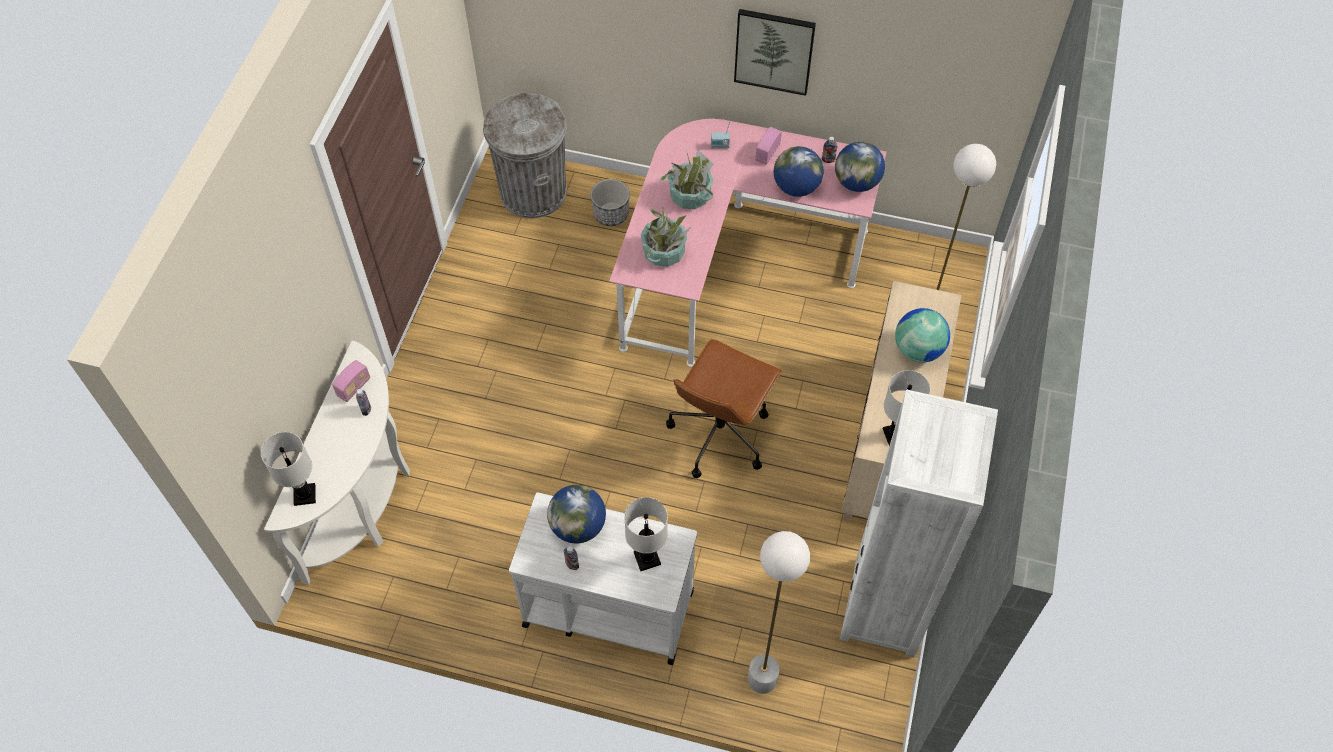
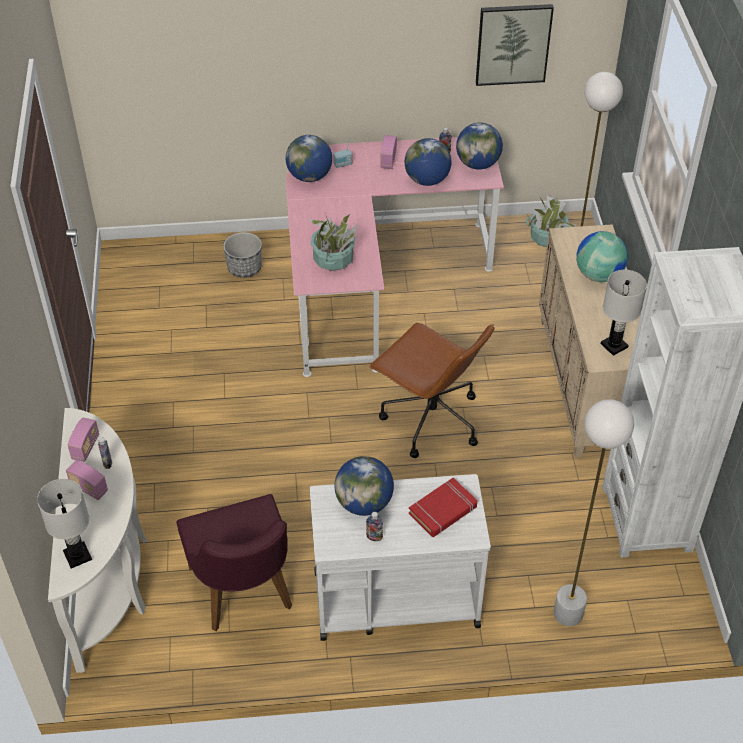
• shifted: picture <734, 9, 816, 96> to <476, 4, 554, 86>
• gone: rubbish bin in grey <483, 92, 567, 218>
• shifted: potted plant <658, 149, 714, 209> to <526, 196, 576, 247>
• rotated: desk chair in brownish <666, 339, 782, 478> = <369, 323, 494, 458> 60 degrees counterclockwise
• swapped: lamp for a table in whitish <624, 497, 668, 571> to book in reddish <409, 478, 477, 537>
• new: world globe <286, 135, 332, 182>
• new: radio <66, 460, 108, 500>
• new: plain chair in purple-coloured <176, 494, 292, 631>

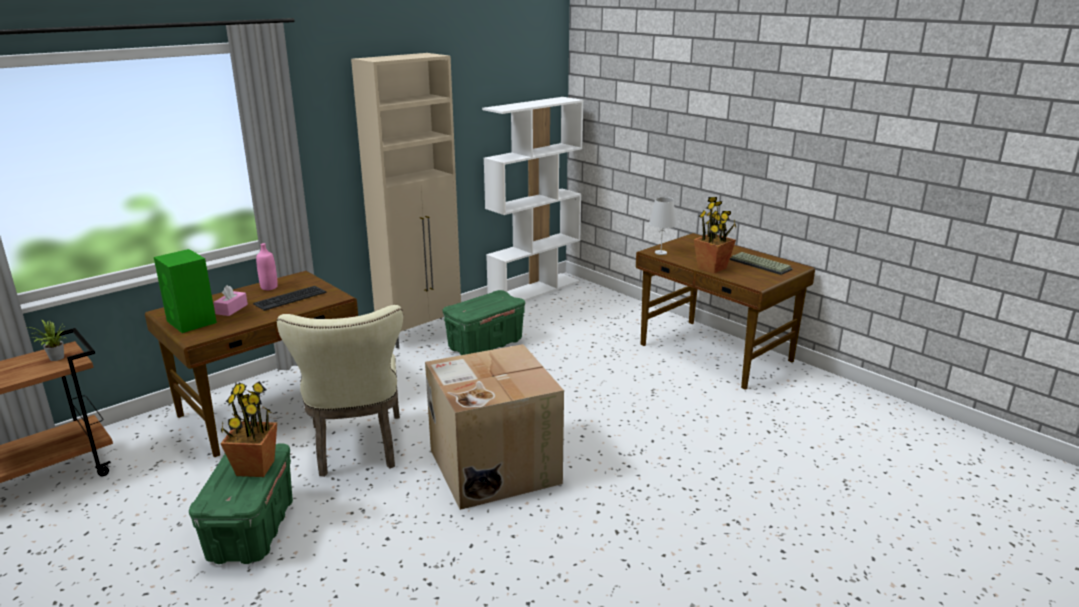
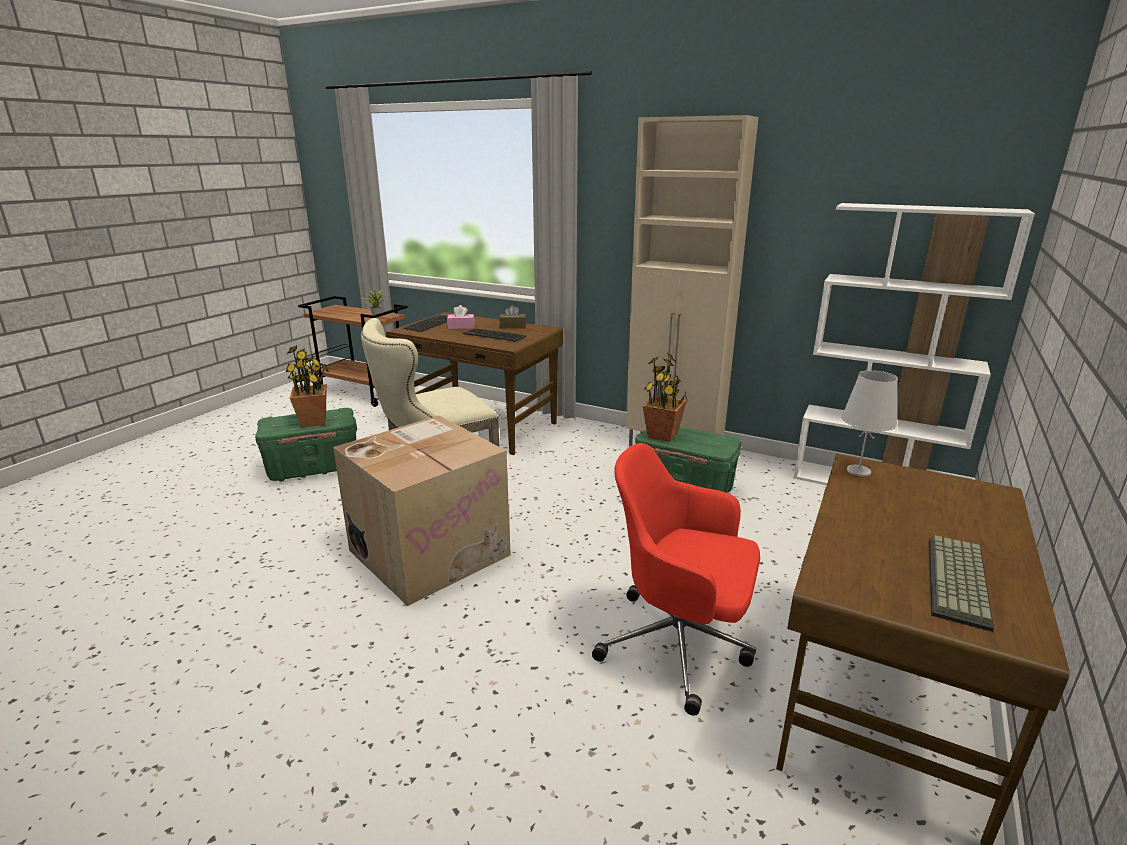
• shifted: potted plant <694, 197, 736, 273> to <643, 353, 688, 442>
• swapped: bottle in pink-coloured <256, 243, 278, 290> to tissue holder in brownish <499, 305, 526, 328>
• swapped: loudspeaker in green <154, 249, 217, 333> to keyboard <404, 315, 448, 332>
• new: desk chair in reddish <592, 443, 760, 716>

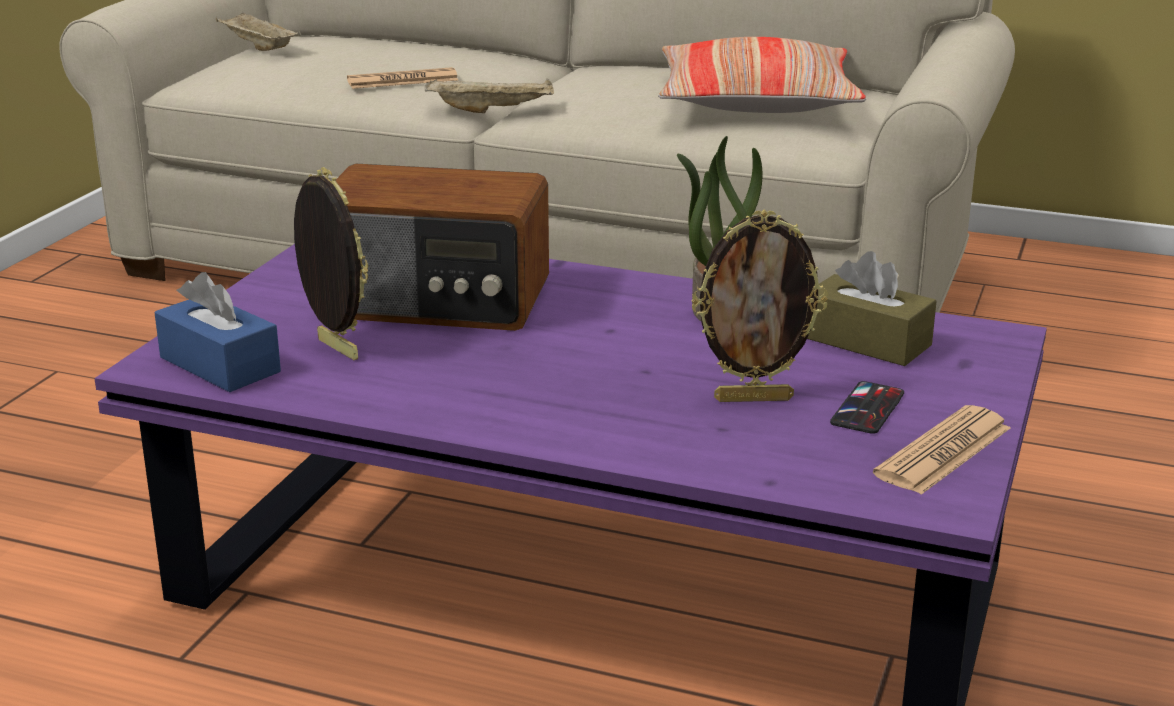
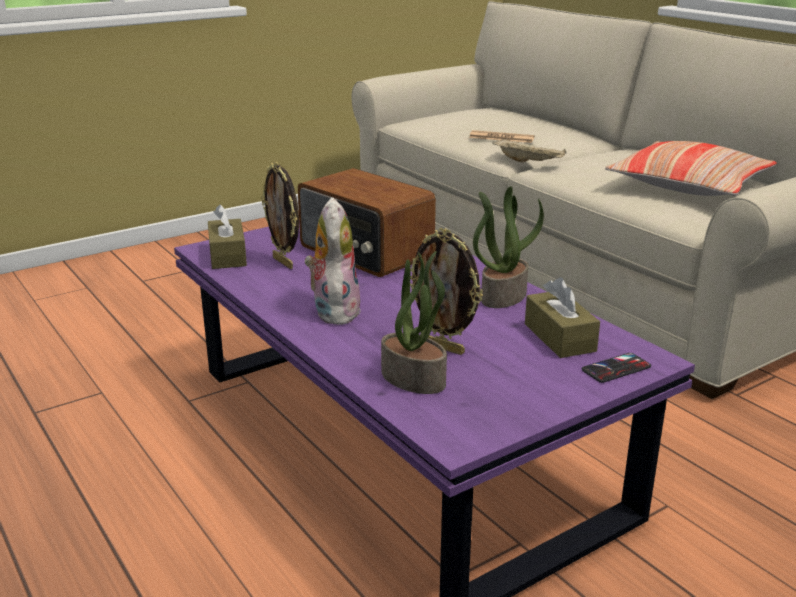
• gone: tray in sand-coloured <216, 13, 301, 51>
• rotated: standing frame <294, 167, 368, 360> = <261, 161, 299, 269> 150 degrees clockwise
• repainted: tissue holder in blue <155, 272, 281, 392> to tissue holder in brownish <208, 205, 247, 269>
• shifted: handset <830, 381, 904, 434> to <582, 353, 651, 383>
• gone: printed paper <873, 405, 1010, 495>
• new: cuddly toy <305, 197, 361, 325>
• new: potted plant <381, 251, 447, 394>

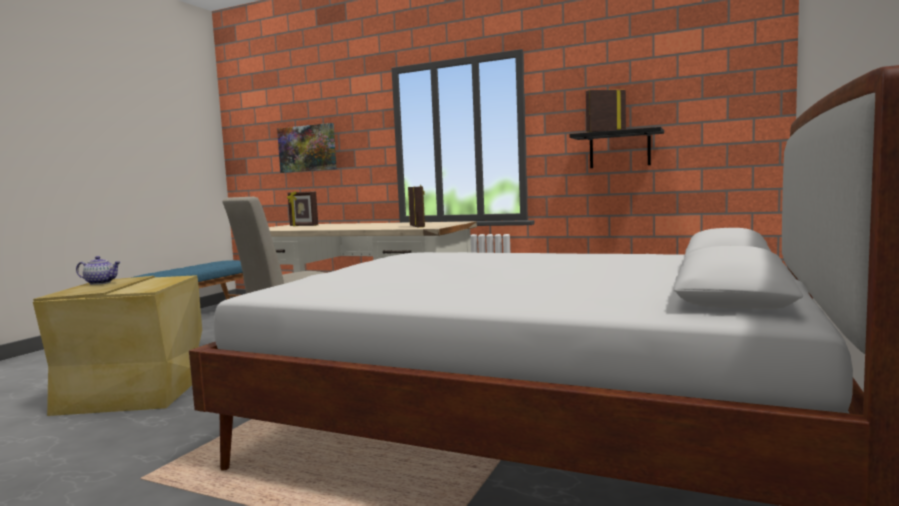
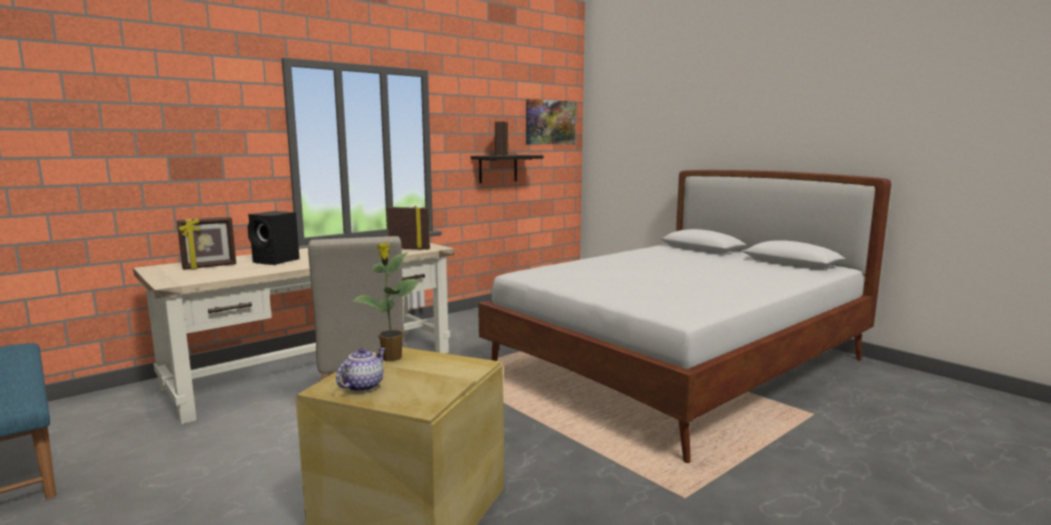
• shifted: picture <277, 123, 337, 173> to <526, 99, 576, 144>
• new: loudspeaker in black-coloured <247, 211, 300, 265>
• new: potted plant <352, 243, 421, 361>

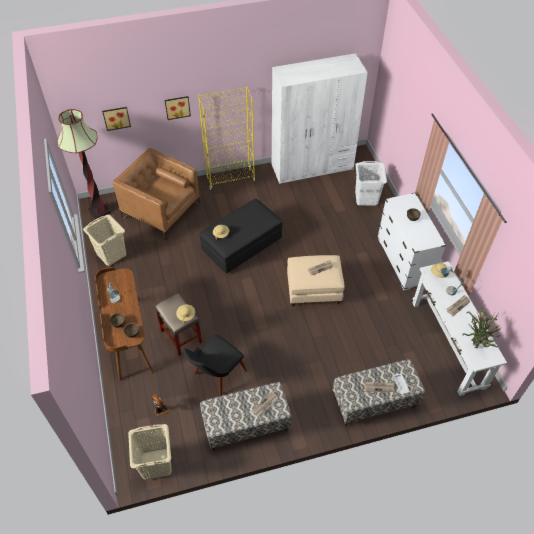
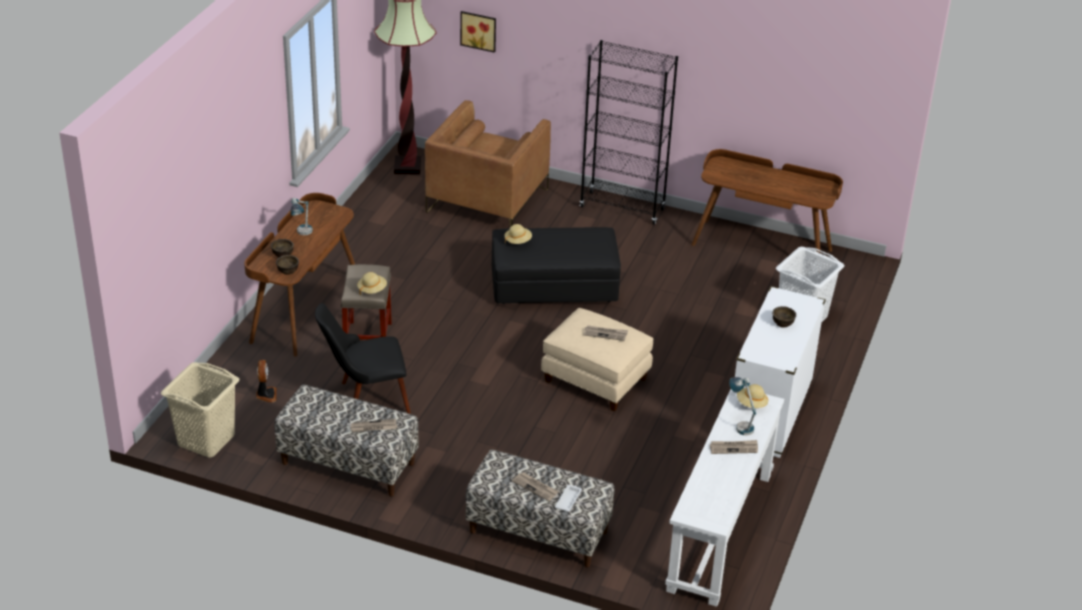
• swapped: armoire in whitish <272, 53, 368, 184> to desk unit in brownish <691, 149, 843, 274>
• repainted: bookshelf in yellow <198, 87, 255, 190> to bookshelf in black-coloured <580, 40, 678, 225>
• gone: picture <165, 96, 191, 120>
• rotated: armchair in brownish <113, 148, 200, 240> = <425, 100, 551, 227> 135 degrees counterclockwise
• gone: washing basket in sand-coloured <83, 214, 126, 266>
• gone: potted plant <462, 307, 503, 348>

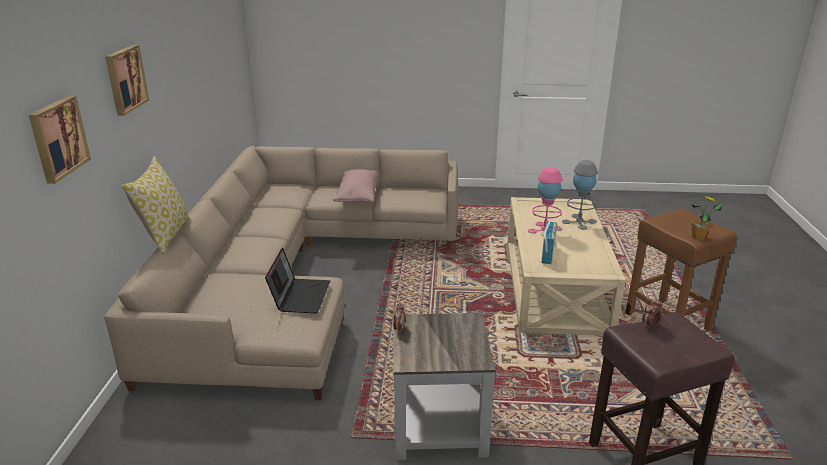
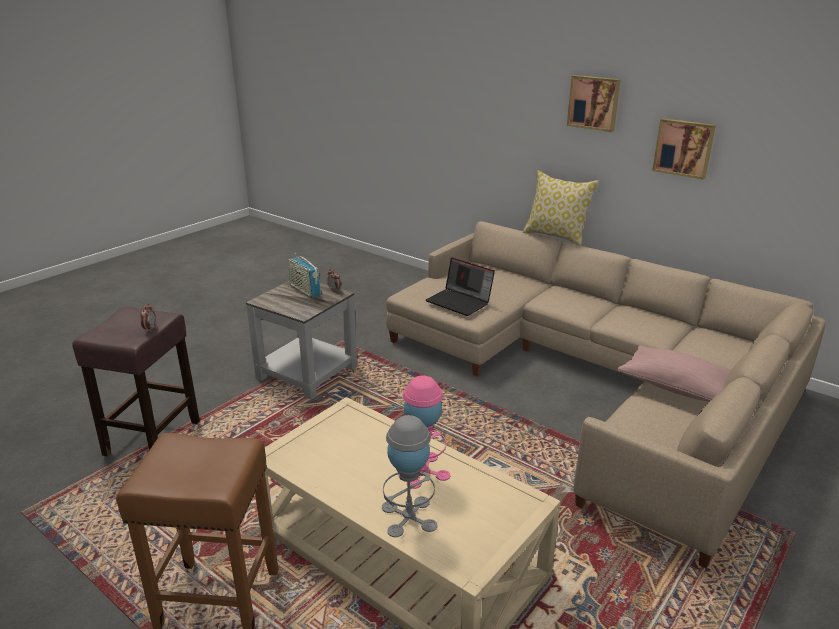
• shifted: picture <29, 96, 91, 184> to <652, 118, 716, 180>
• gone: potted plant <690, 195, 722, 240>
• shifted: radio <541, 221, 557, 264> to <288, 253, 321, 298>

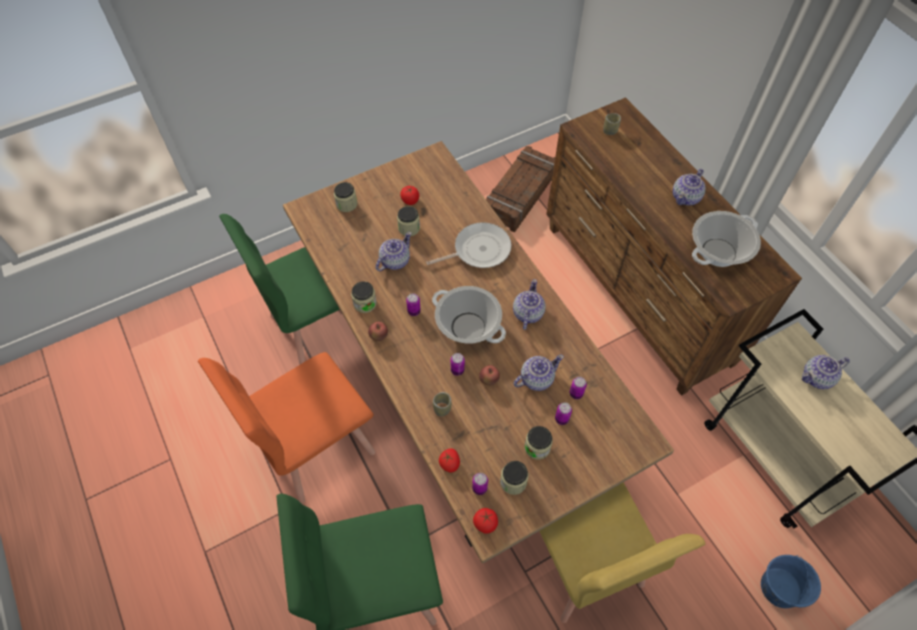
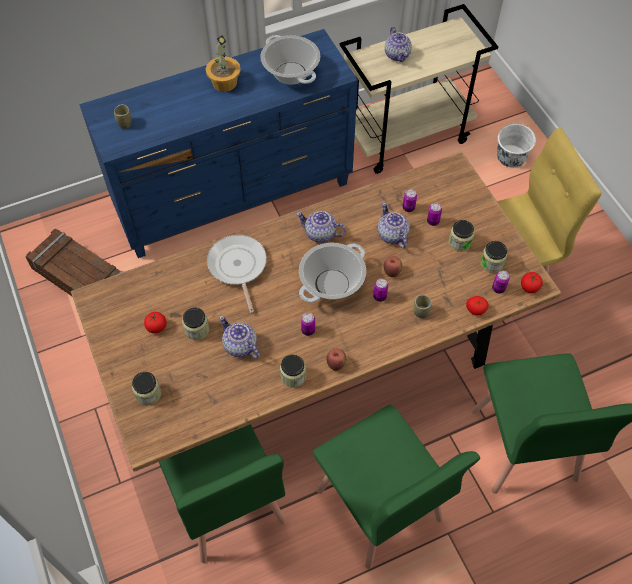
• repainted: chest of drawers in brownish <546, 97, 802, 396> to chest of drawers in blue <79, 29, 358, 258>
• swapped: pot for tea <673, 169, 706, 206> to potted plant <206, 35, 241, 92>
• repainted: plain chair in orangey <198, 352, 375, 504> to plain chair in green <313, 405, 480, 569>
• repainted: pail in blue <761, 555, 821, 608> to pail in whitish <497, 122, 536, 168>

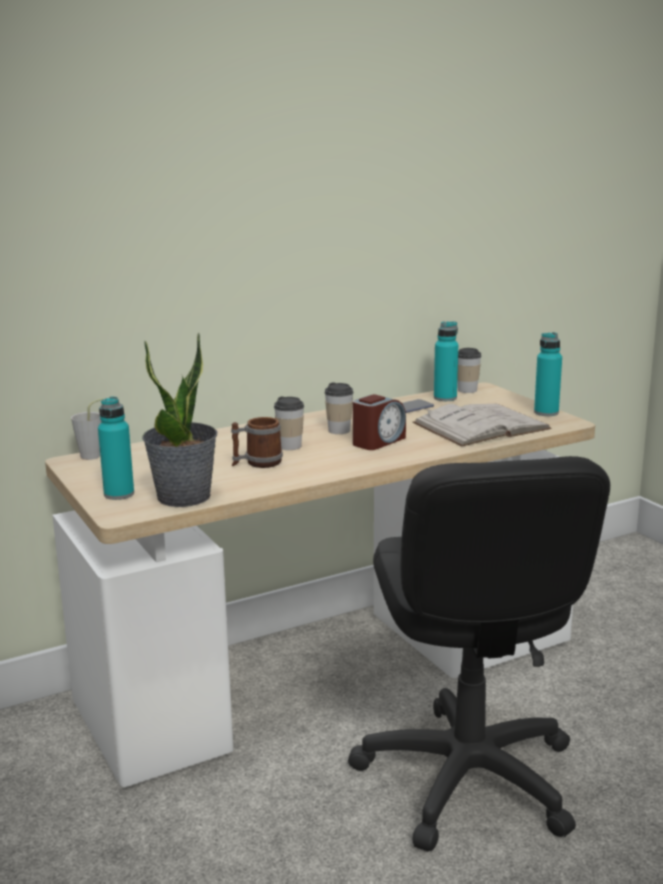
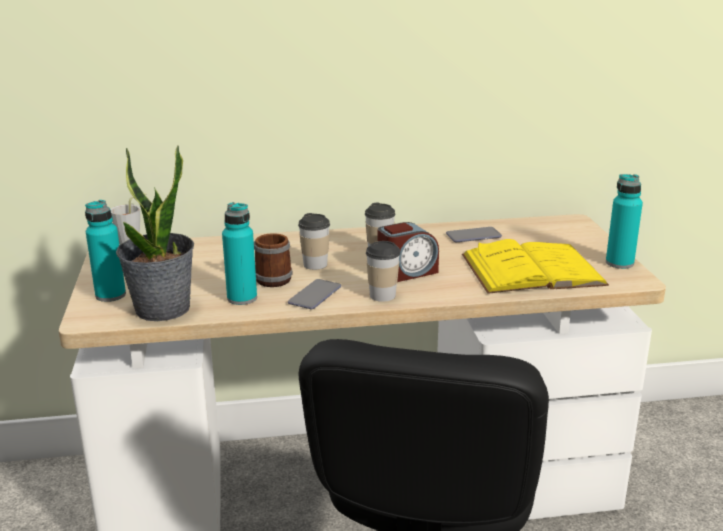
• shifted: bottle in turquoise-coloured <434, 321, 458, 401> to <222, 202, 257, 305>
• shifted: small cup <457, 348, 482, 393> to <366, 241, 400, 302>
• repainted: book in whitish <413, 404, 552, 447> to book in yellow <462, 239, 609, 294>
• new: handset <288, 279, 341, 309>

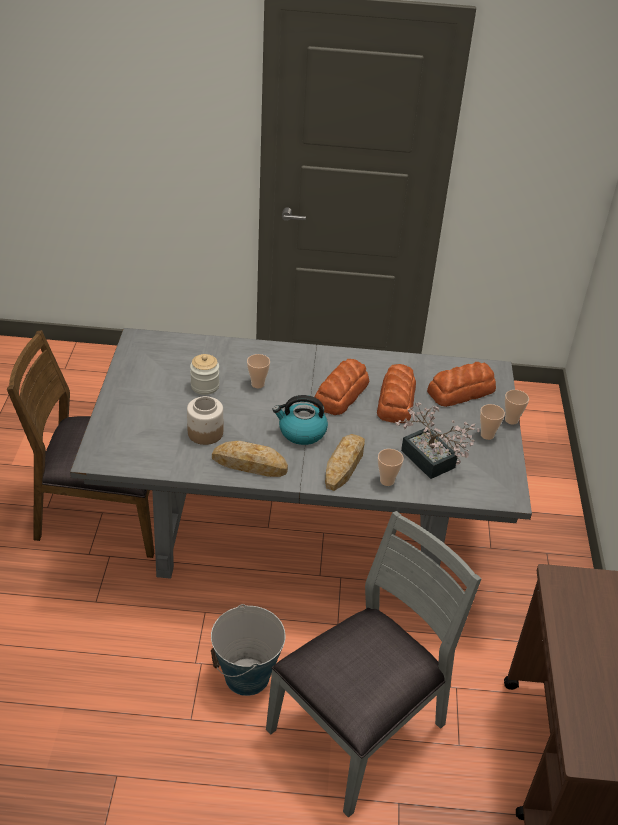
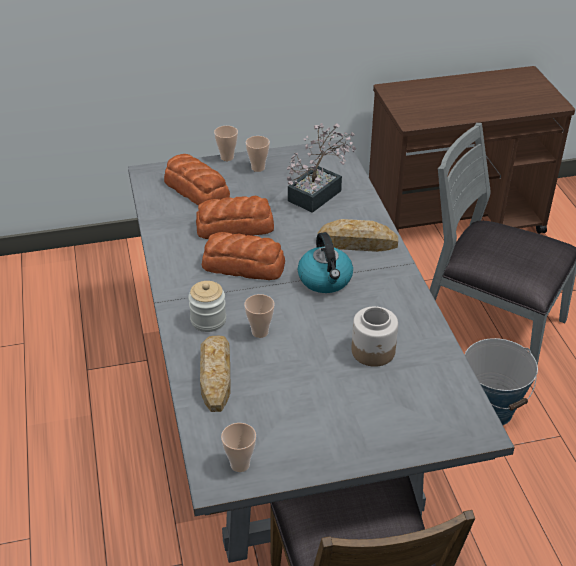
• shifted: jar <190, 354, 219, 395> to <188, 281, 226, 332>
• shifted: bread <212, 441, 288, 477> to <200, 336, 231, 412>
• shifted: small cup <378, 449, 404, 486> to <221, 423, 256, 472>

